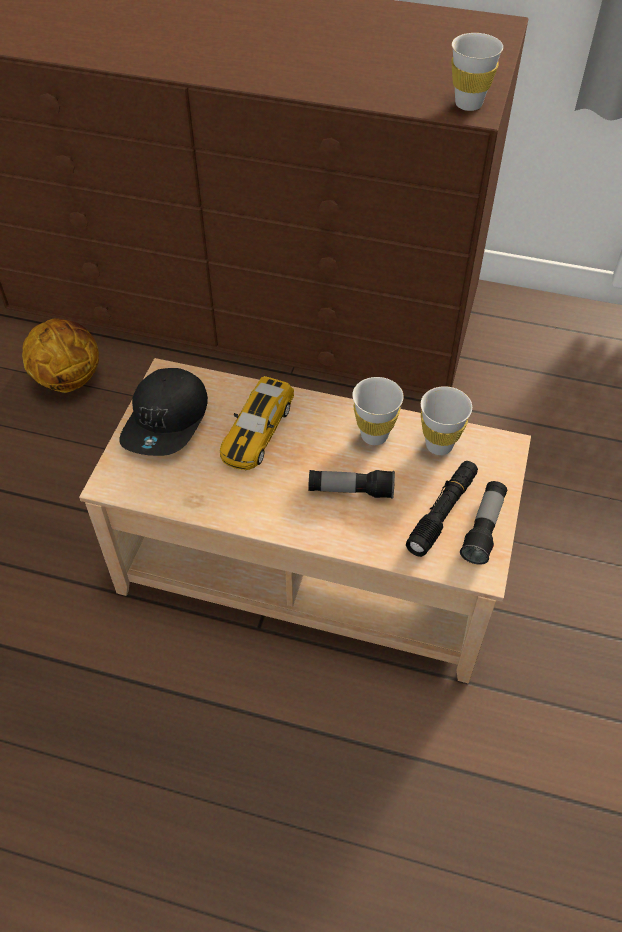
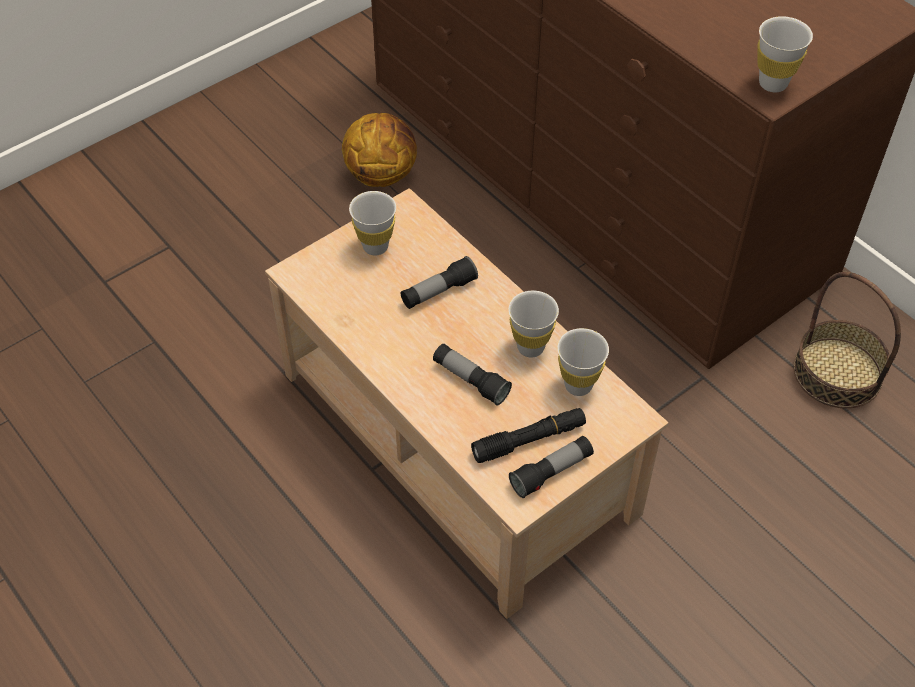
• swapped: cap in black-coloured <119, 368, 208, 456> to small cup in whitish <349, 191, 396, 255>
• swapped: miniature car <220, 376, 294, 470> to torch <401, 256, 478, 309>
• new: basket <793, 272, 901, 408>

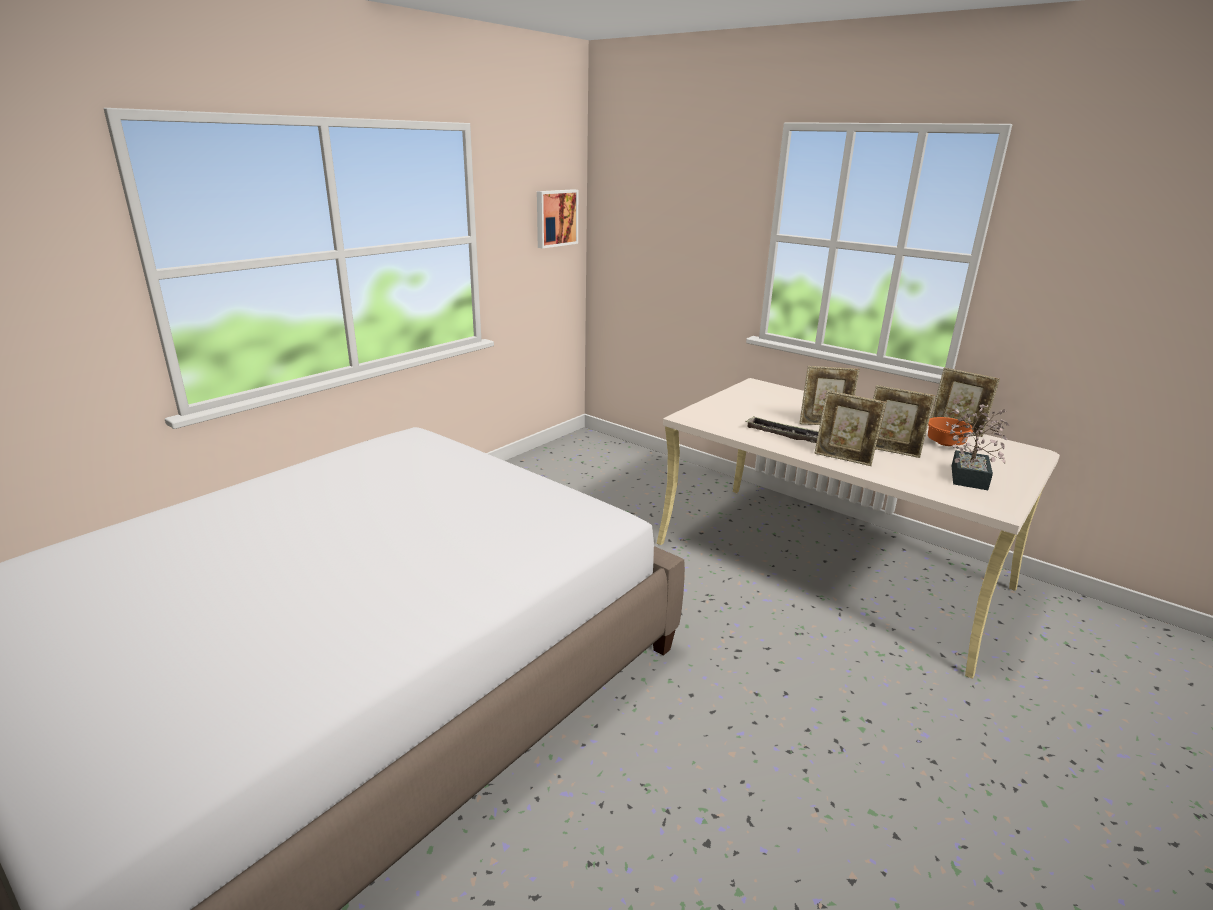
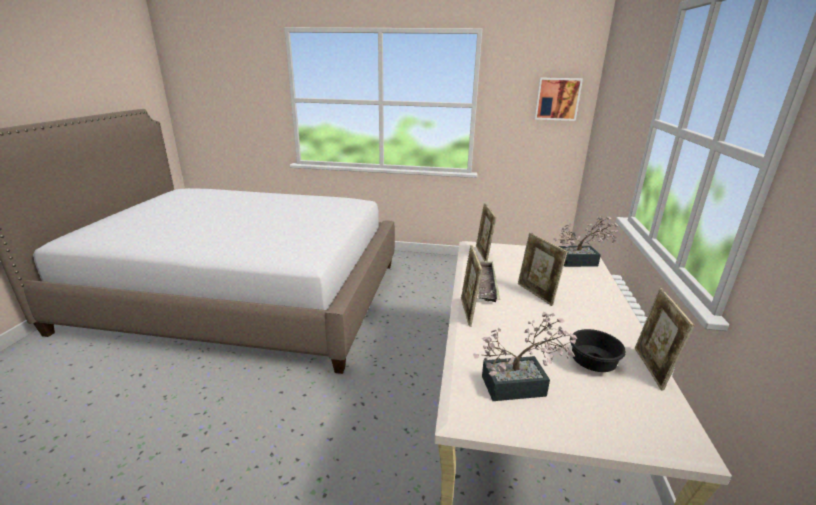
• shifted: standing frame <873, 385, 936, 458> to <476, 203, 496, 261>
• repainted: serving bowl in orangey <928, 417, 974, 446> to serving bowl in black-coloured <570, 329, 626, 372>
• new: potted plant <554, 217, 619, 267>

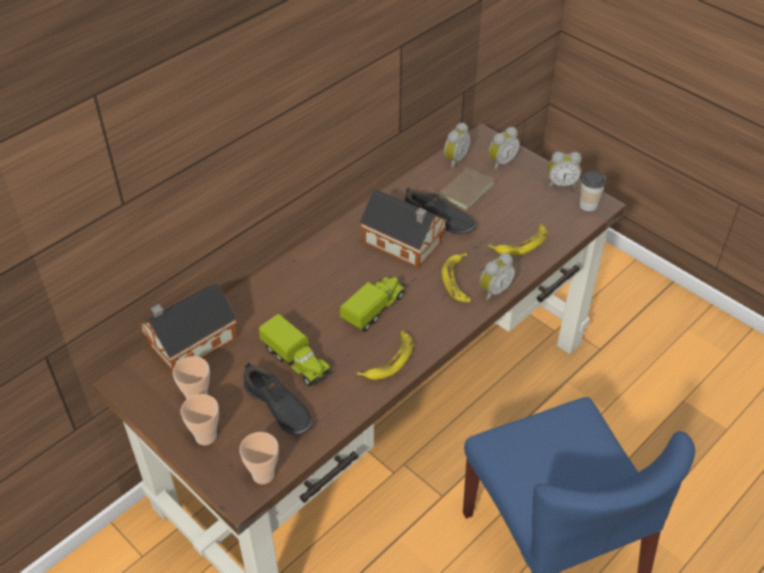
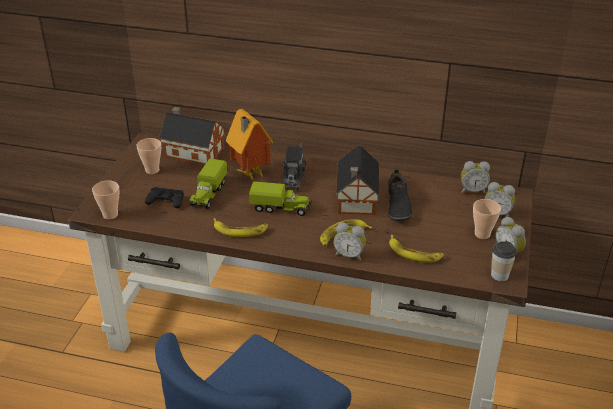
• gone: book in brownish <429, 167, 494, 211>
• swapped: shoe in black-coloured <244, 362, 312, 435> to joypad in black-coloured <145, 187, 183, 208>
• shifted: small cup <181, 394, 219, 445> to <473, 199, 501, 239>
• new: model house <226, 109, 273, 181>
• new: toy lorry <283, 143, 306, 191>

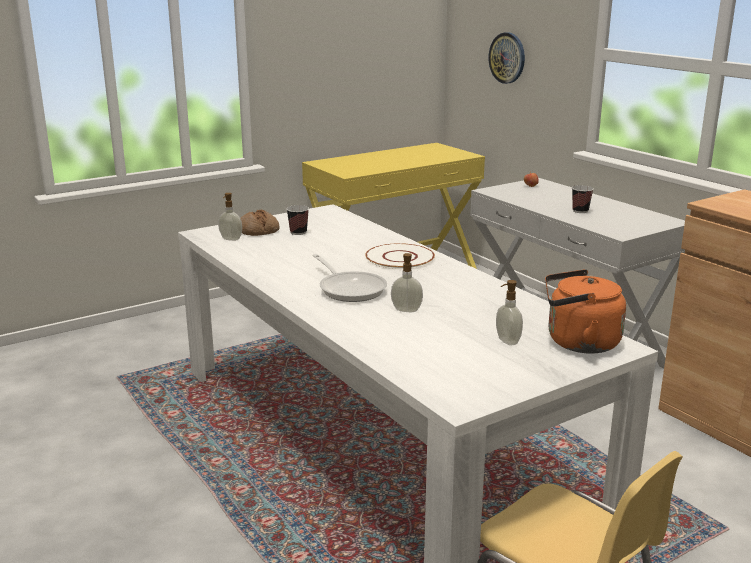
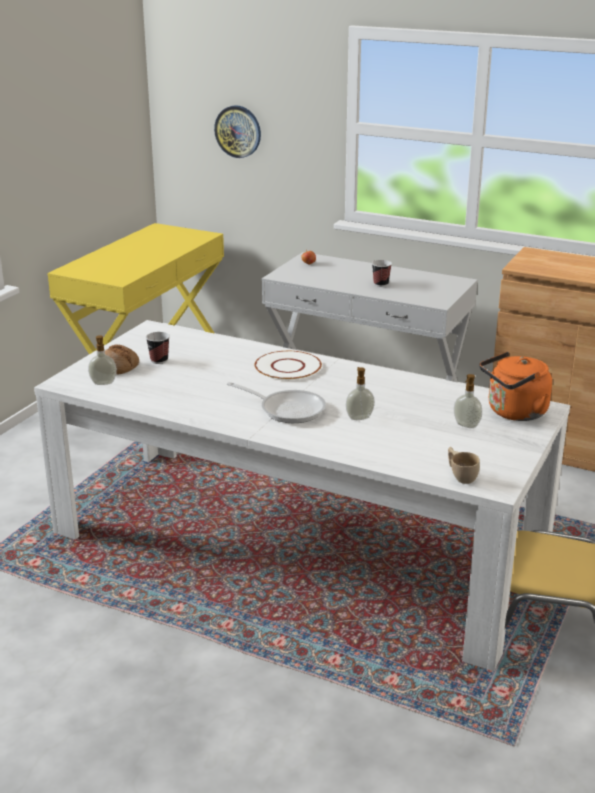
• new: small cup in sand-coloured <448, 447, 480, 484>

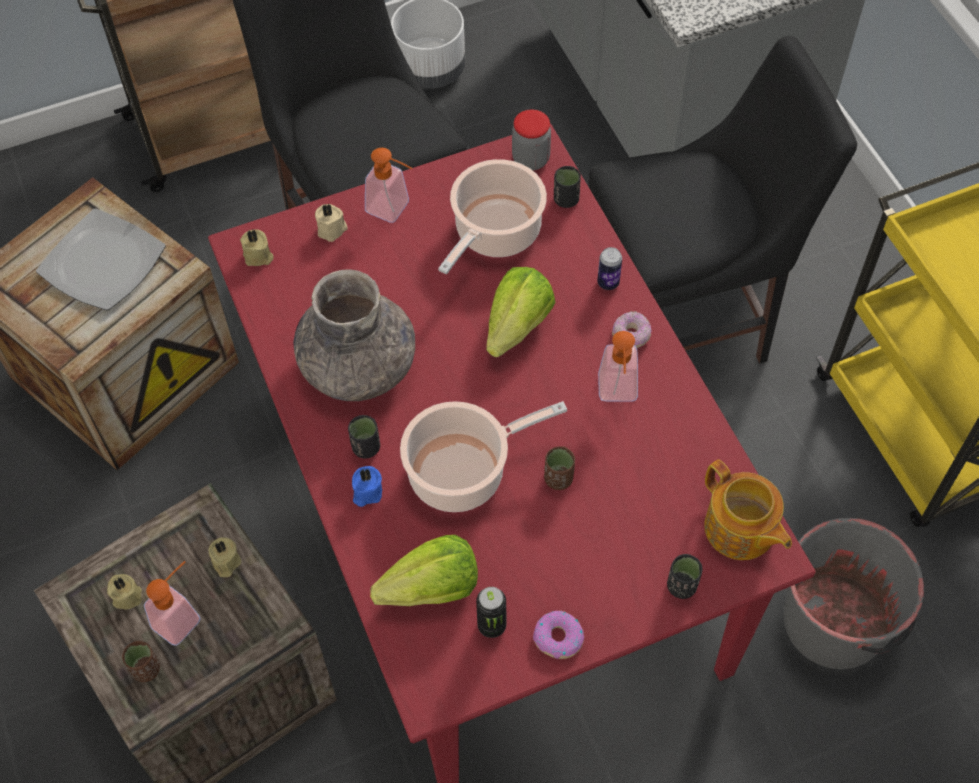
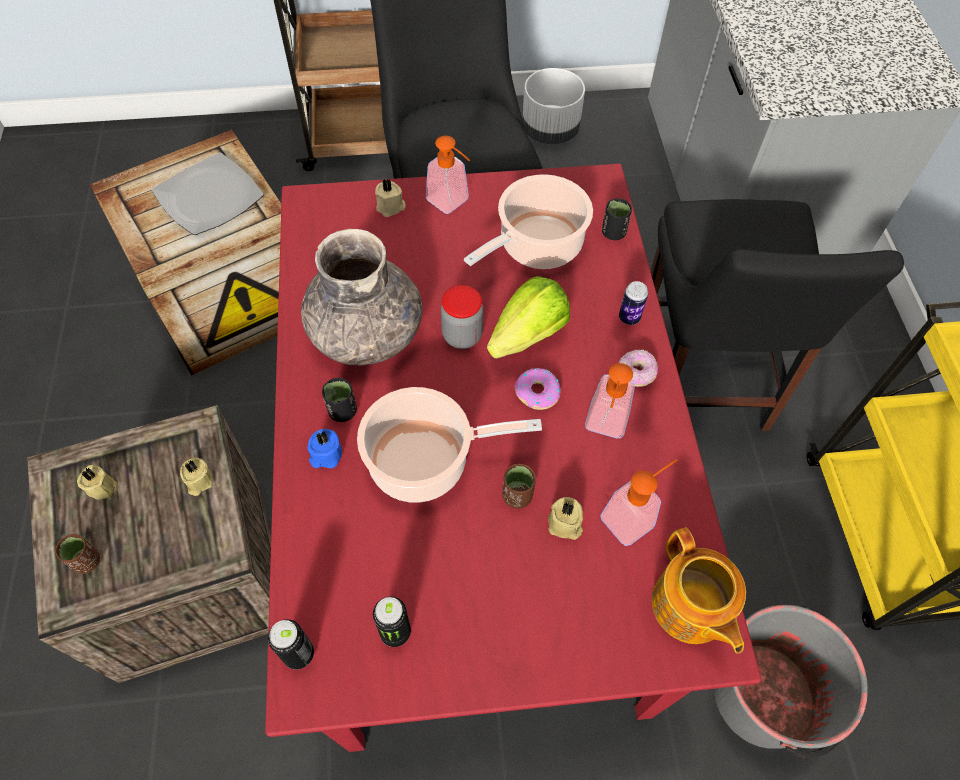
• rotated: plain chair in black-coloured <589, 36, 857, 363> = <651, 199, 904, 431> 90 degrees clockwise
• shifted: jar <512, 110, 551, 170> to <441, 285, 483, 349>
• shifted: wax candle in sand-coloured <240, 230, 274, 266> to <548, 497, 583, 540>
• gone: lettuce head <370, 535, 478, 606>
• gone: small cup in black-coloured <667, 554, 702, 599>
• shifted: liquid soap bottle <144, 561, 201, 646> to <600, 459, 677, 546>
• shifted: ring doughnut <533, 611, 584, 659> to <514, 368, 561, 410>
• new: sealed can <268, 619, 314, 670>

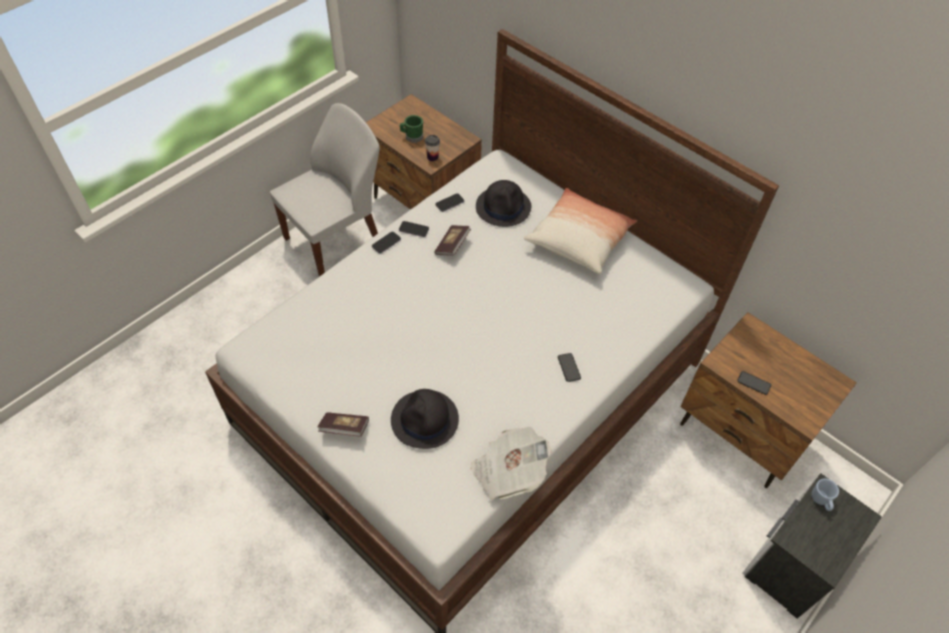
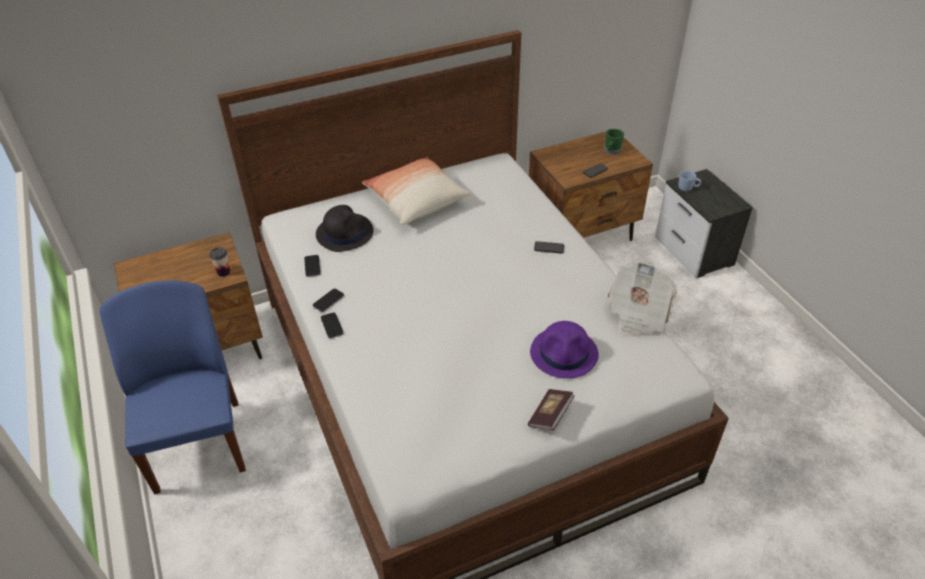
• repainted: plain chair in whitish <270, 103, 380, 277> to plain chair in blue <100, 281, 246, 494>
• shifted: coffee mug in green <400, 115, 423, 143> to <604, 129, 624, 155>
• gone: book <434, 225, 471, 256>
• repainted: clothing hat in black-coloured <391, 389, 459, 449> to clothing hat in purple-coloured <530, 321, 599, 379>

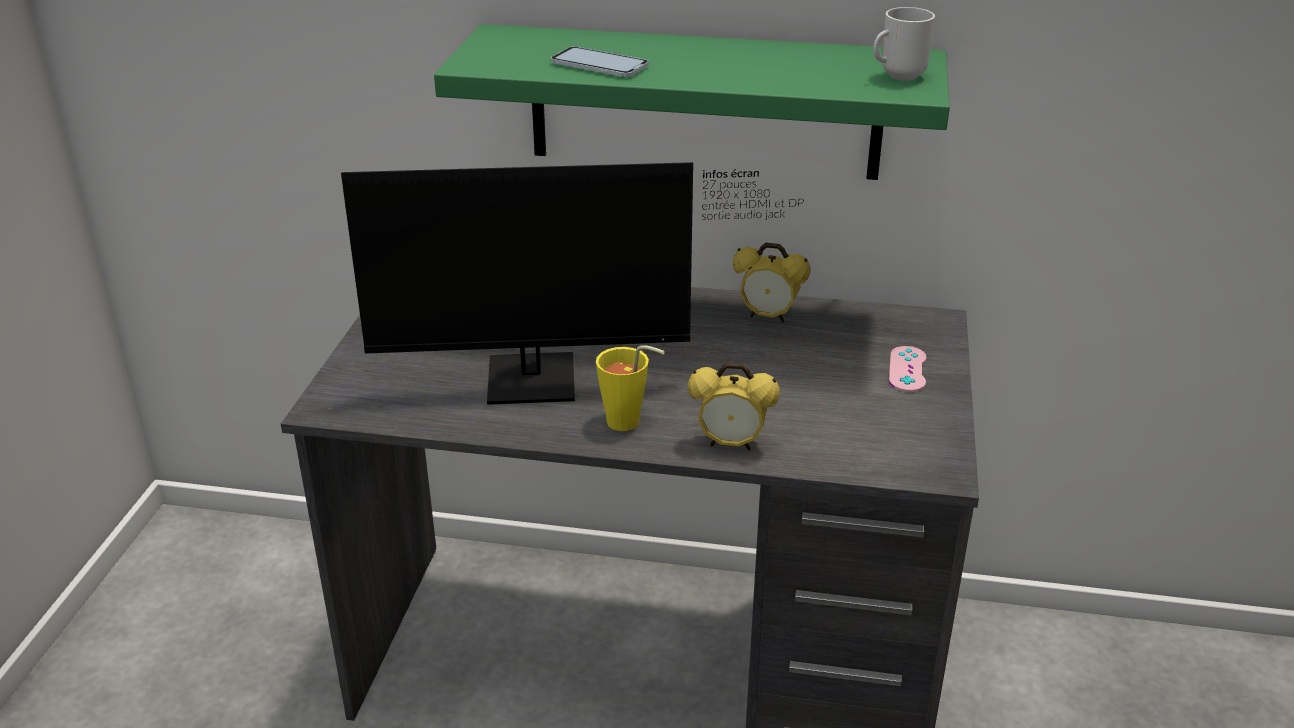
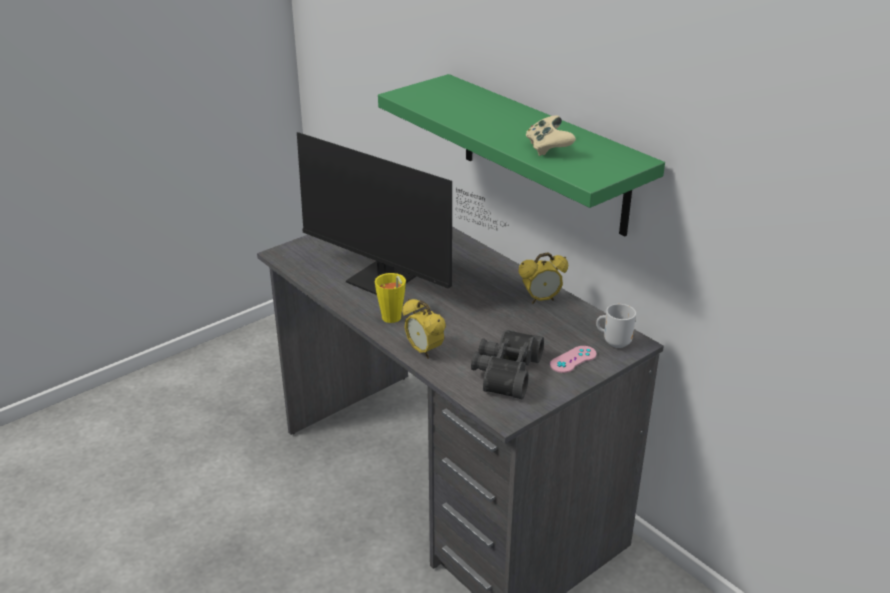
• shifted: coffee mug <873, 7, 935, 81> to <596, 304, 636, 348>
• gone: handset <551, 46, 649, 77>
• rotated: bedside clock <733, 243, 811, 323> = <519, 252, 568, 304> 75 degrees counterclockwise
• new: joypad in sand-coloured <526, 116, 576, 156>
• new: pair of binoculars in black-coloured <471, 330, 544, 399>

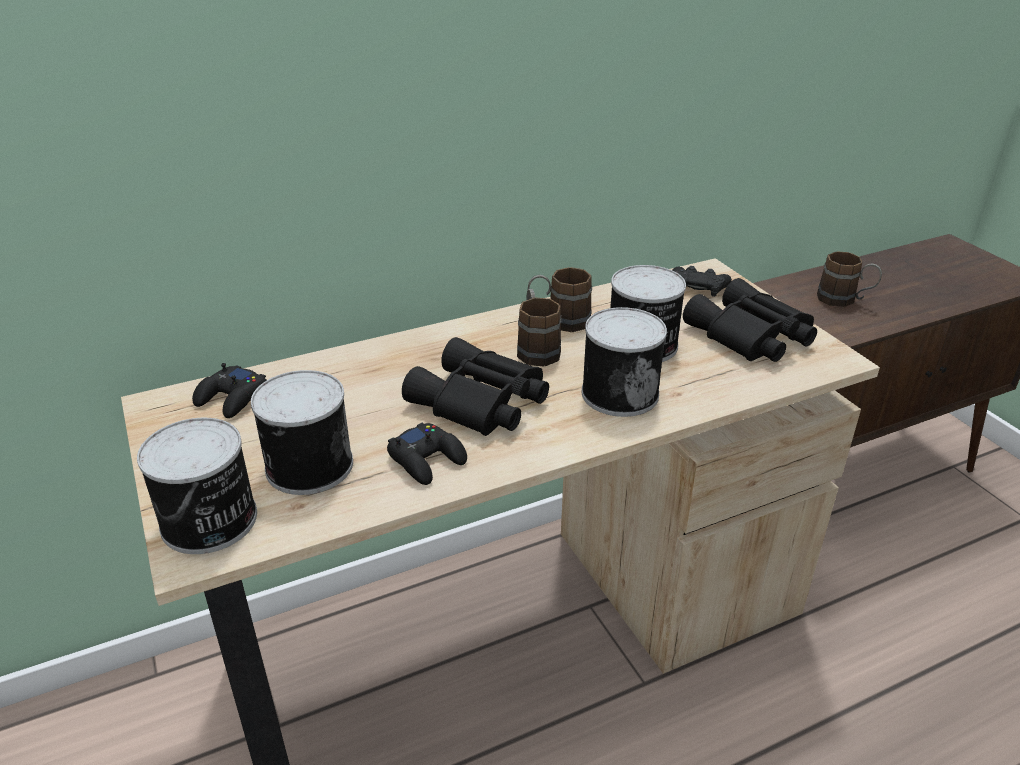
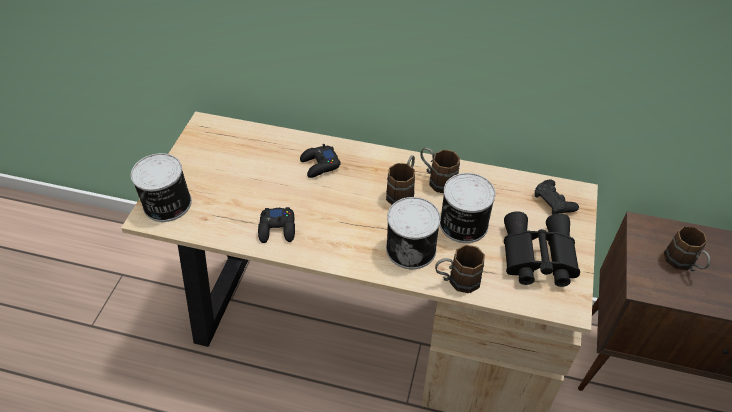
• gone: pair of binoculars in black-coloured <402, 337, 549, 436>
• shifted: joypad in black-coloured <192, 363, 267, 418> to <300, 144, 341, 178>
• gone: sealed can <251, 370, 353, 495>
• new: coffee mug in brownish <435, 245, 485, 293>

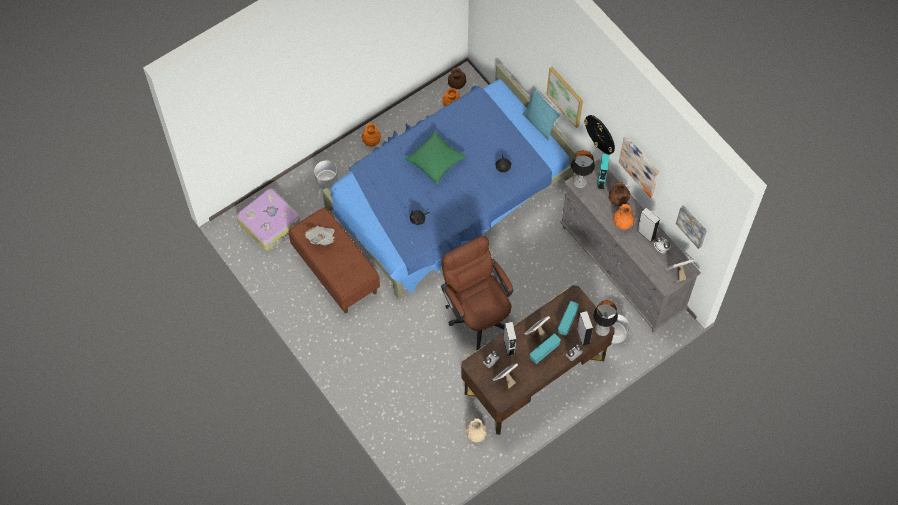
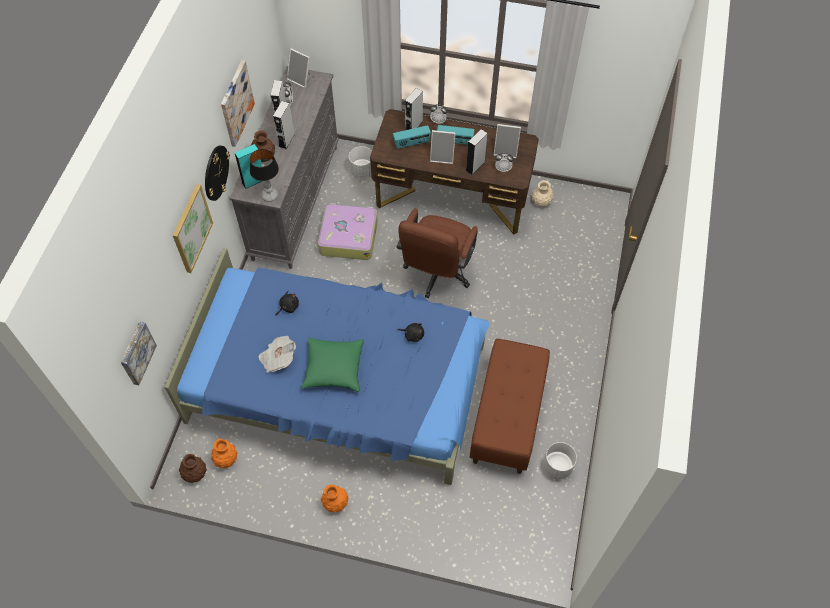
• gone: throw pillow in turquoise-coloured <522, 89, 560, 141>
• shifted: plant pot in whitish <314, 161, 338, 189> to <543, 442, 577, 480>
• shifted: piece of luggage <236, 188, 300, 250> to <318, 203, 378, 260>
• swapped: decorative vase in orangey <613, 204, 634, 230> to loudspeaker in grey <273, 101, 295, 149>
• shifted: picture <676, 205, 707, 249> to <121, 321, 157, 385>
• shifted: printed paper <305, 226, 335, 245> to <258, 336, 296, 373>
• gone: lamp for a table <593, 300, 618, 336>

